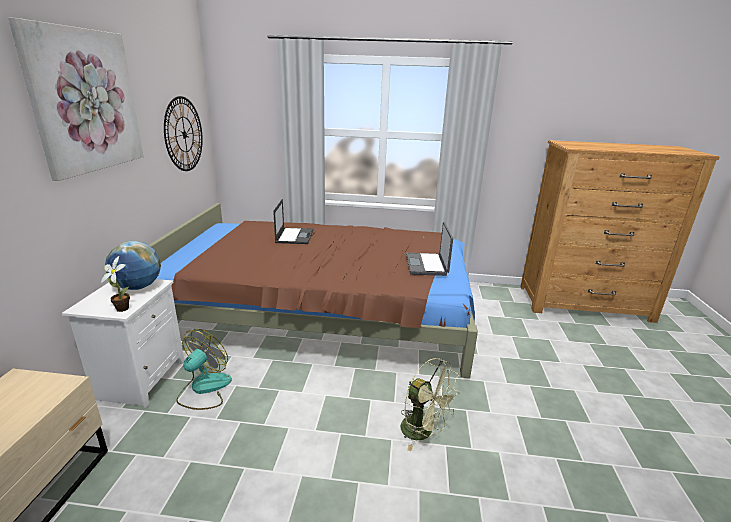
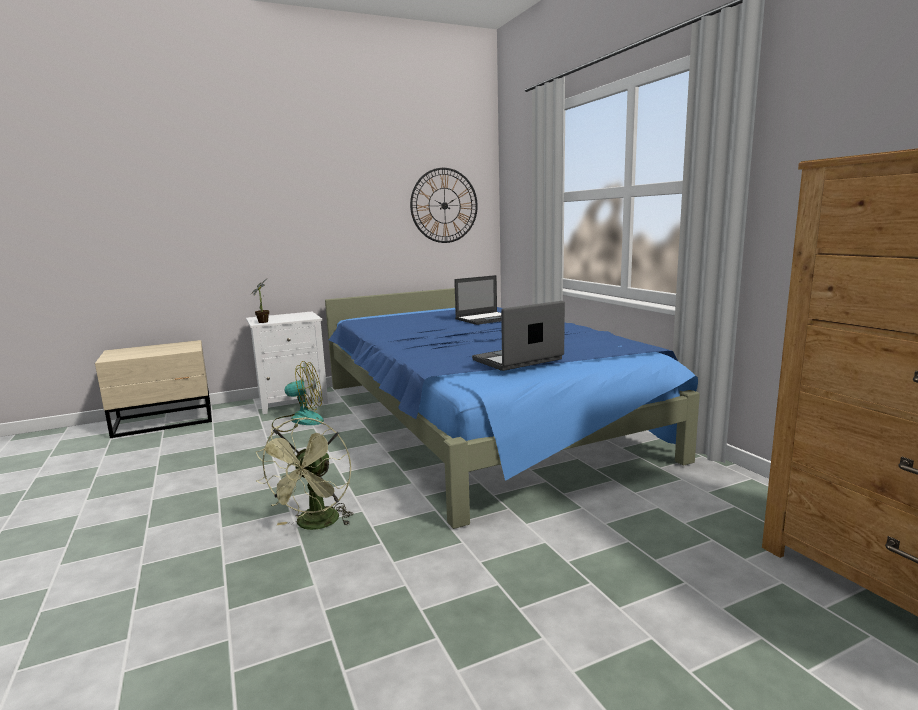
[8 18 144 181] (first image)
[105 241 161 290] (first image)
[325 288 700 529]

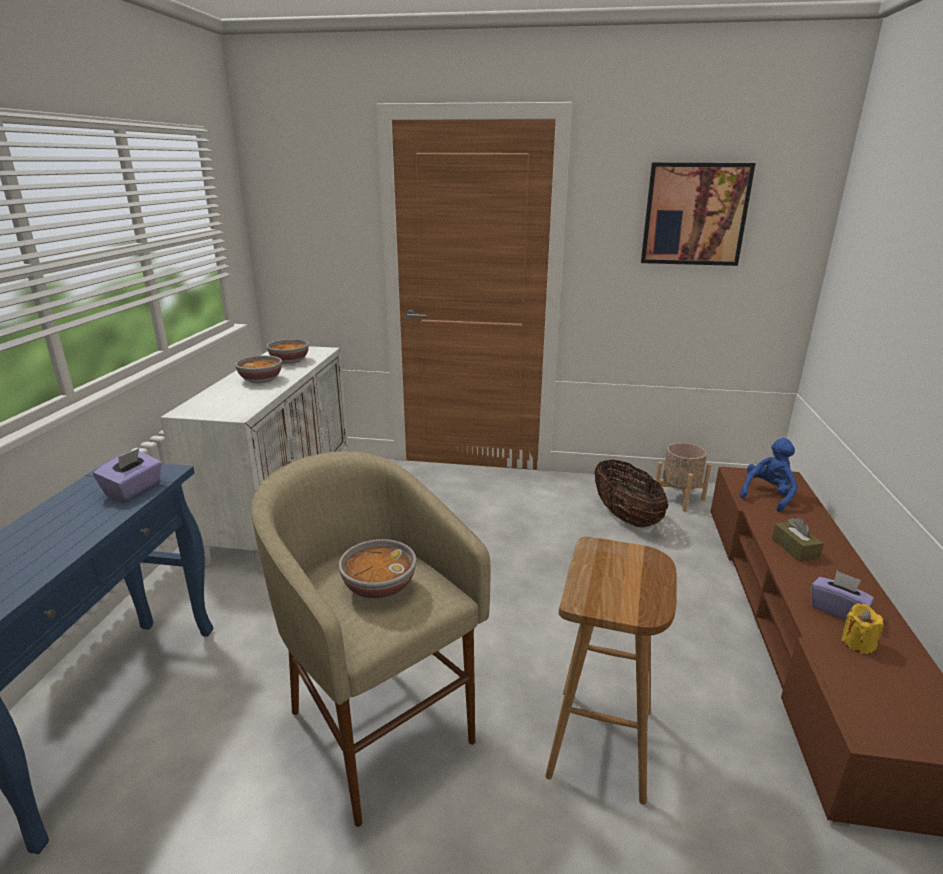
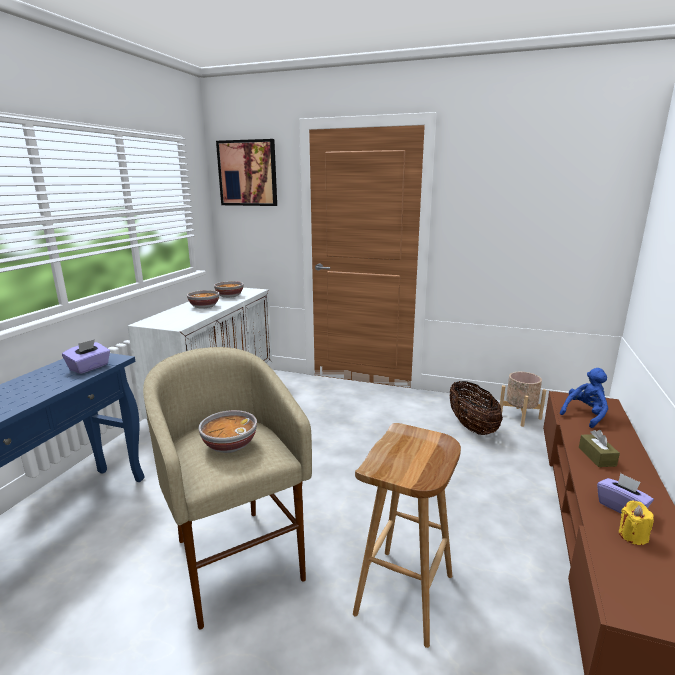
[216 139 277 206]

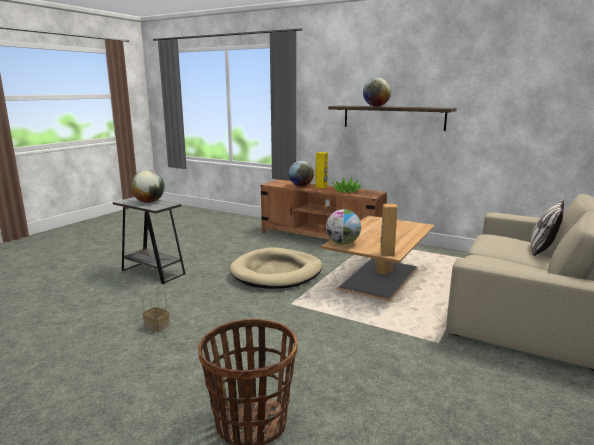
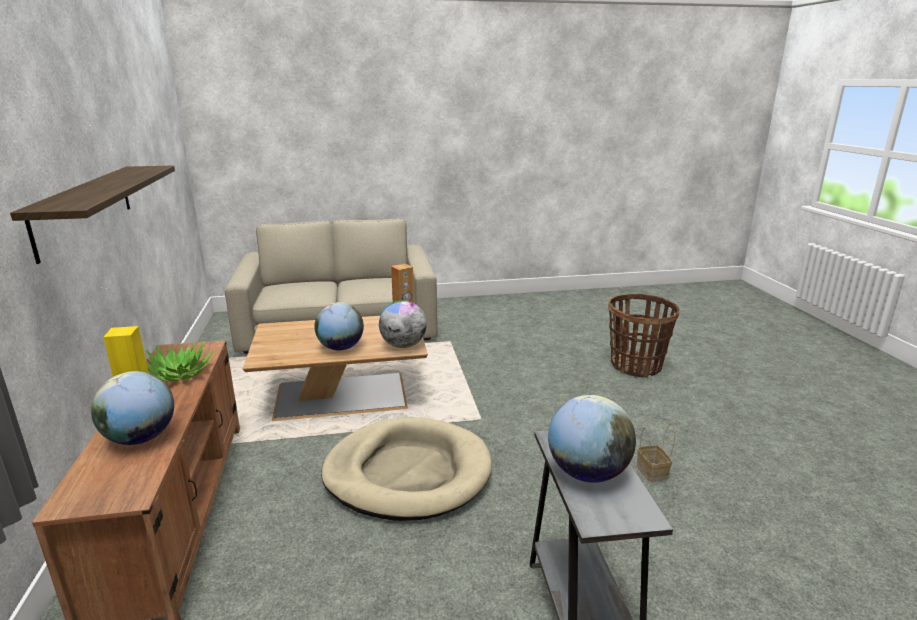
[314 302 364 351]
[531 199 564 256] (first image)

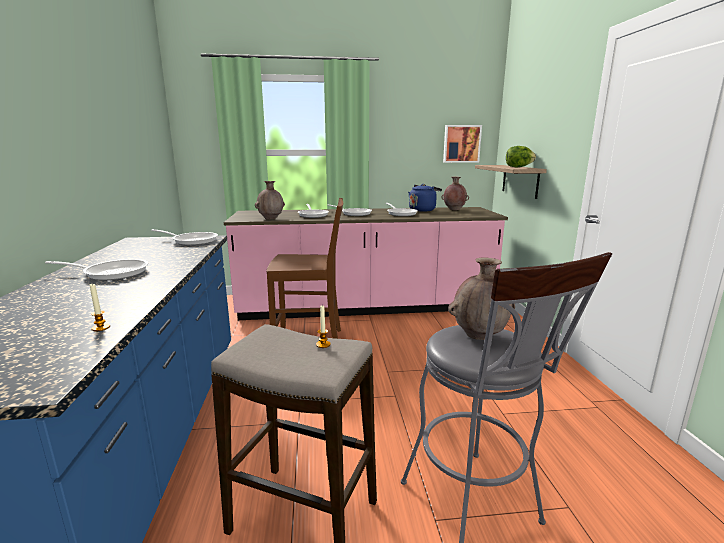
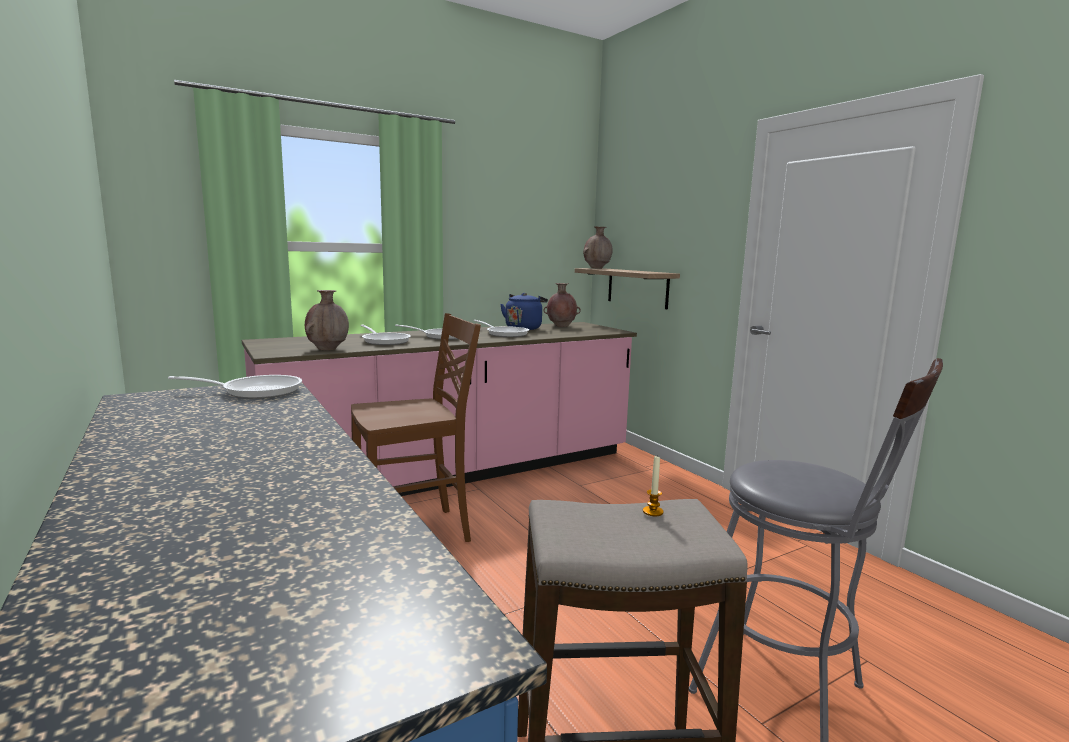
[45 259 148 281] (first image)
[90 284 110 331] (first image)
[443 125 482 163] (first image)
[583 226 612 269]
[506 146 536 167] (first image)

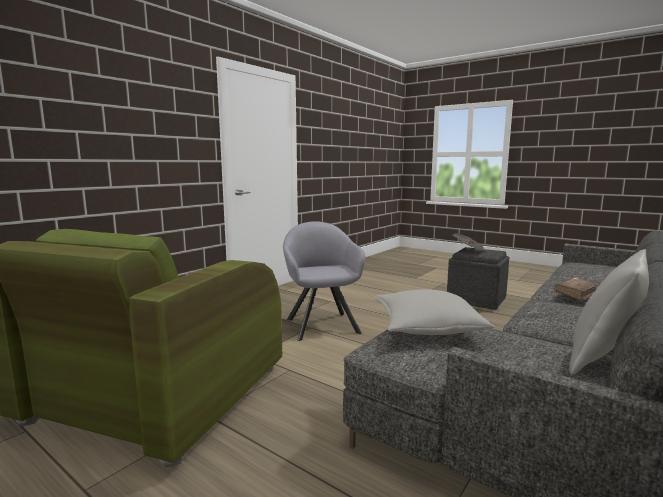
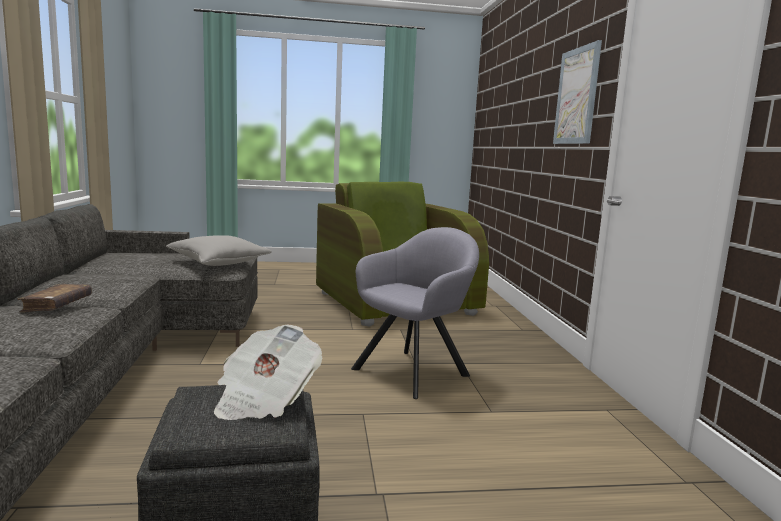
[351 227 479 399]
[569 249 649 374] (first image)
[553 40 602 144]

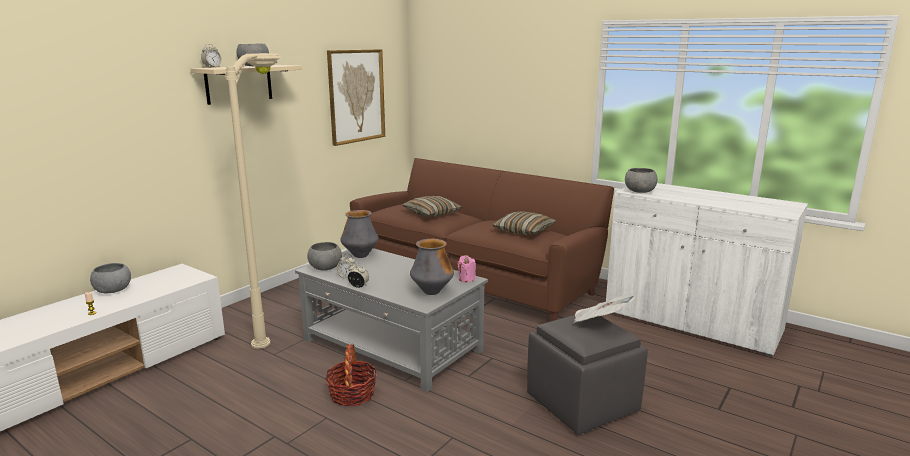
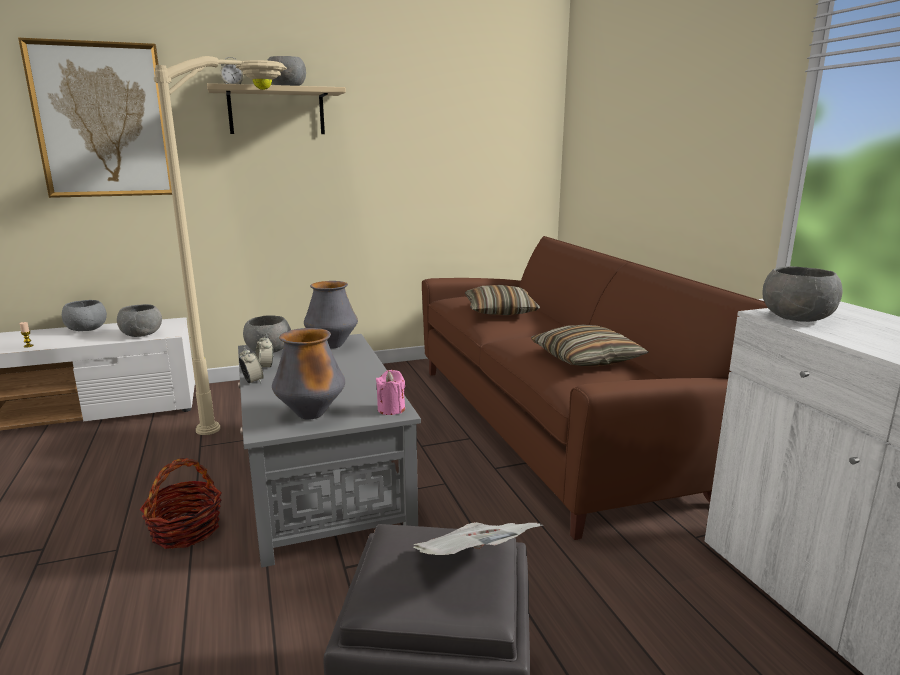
[18 38 172 198]
[117 304 162 337]

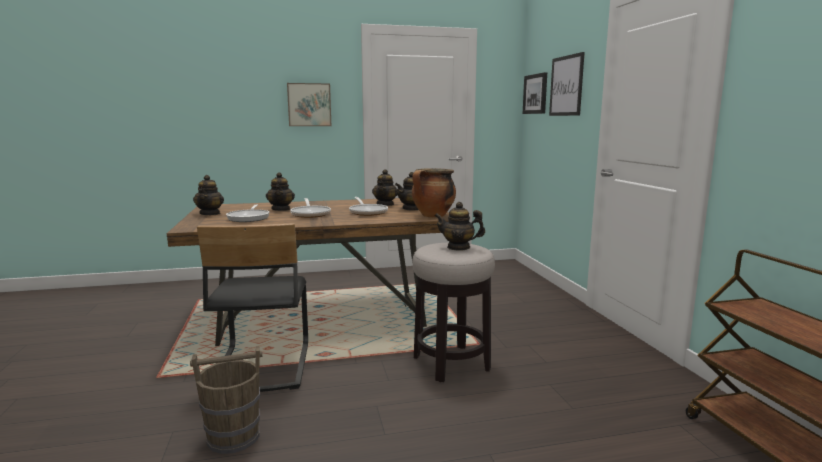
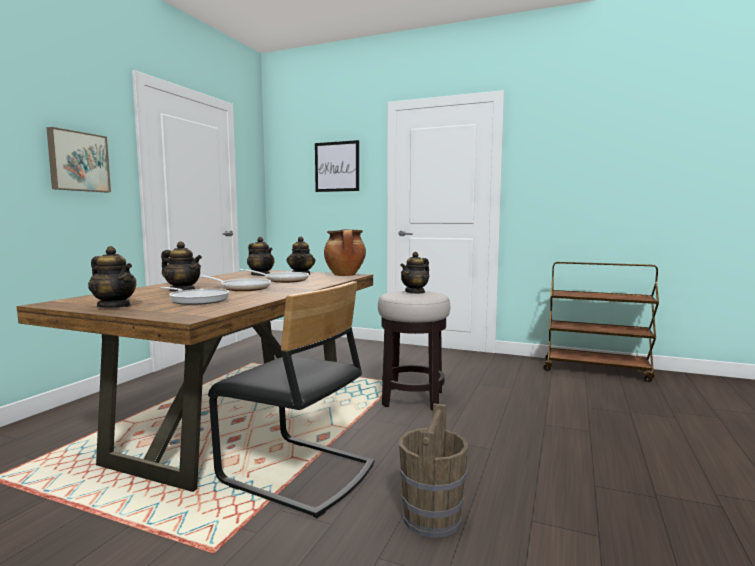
[523 72 547 114] (first image)

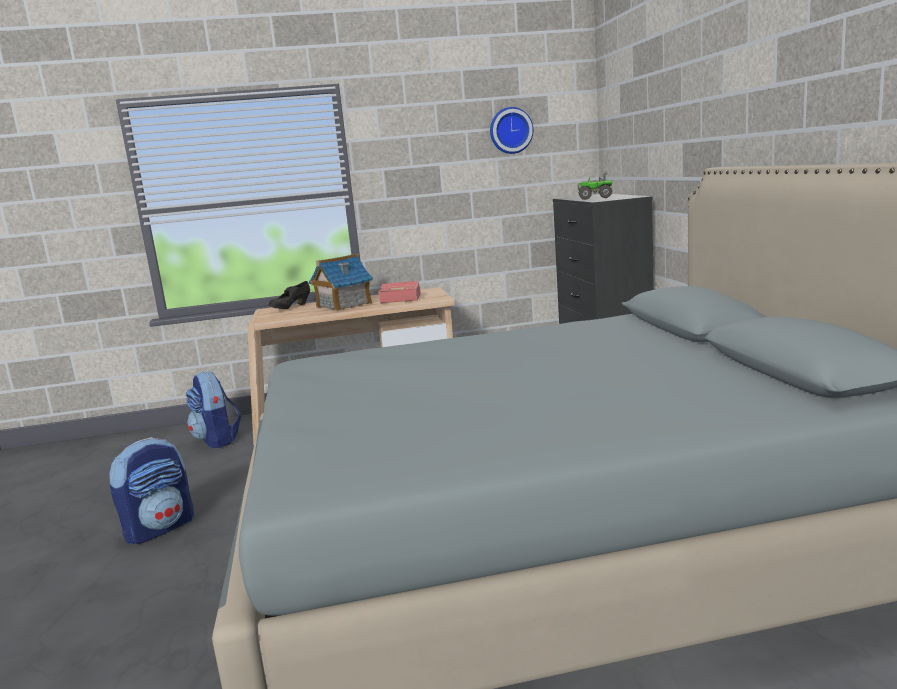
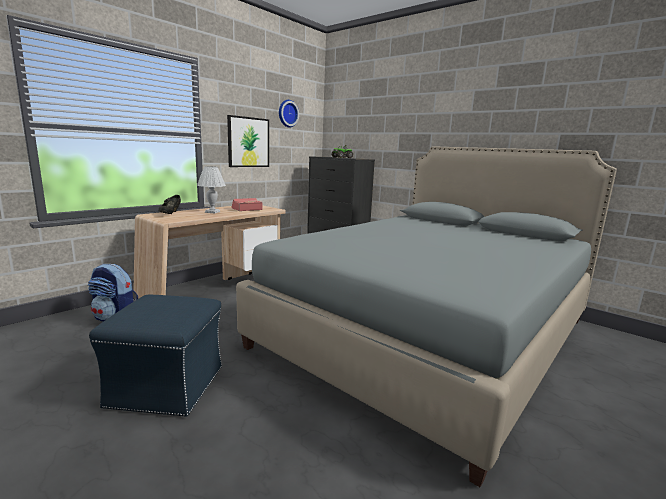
[89 295 222 417]
[197 166 226 213]
[227 115 269 167]

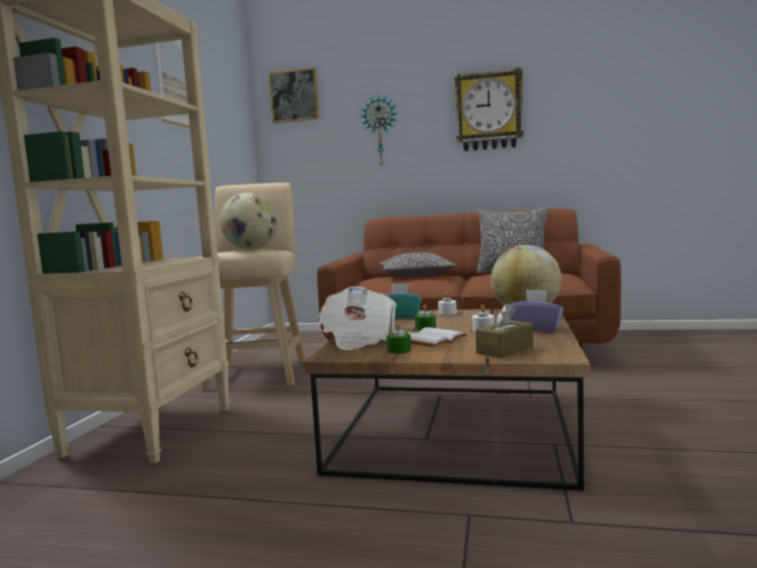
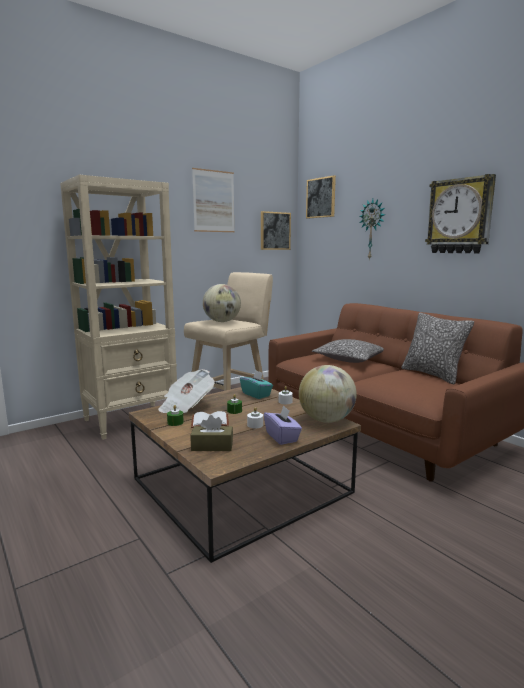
[261 211 291 250]

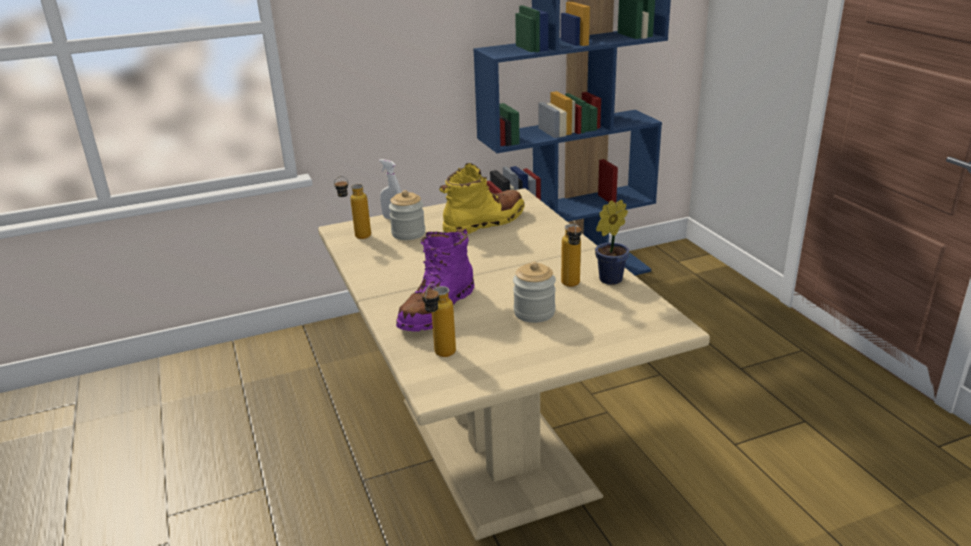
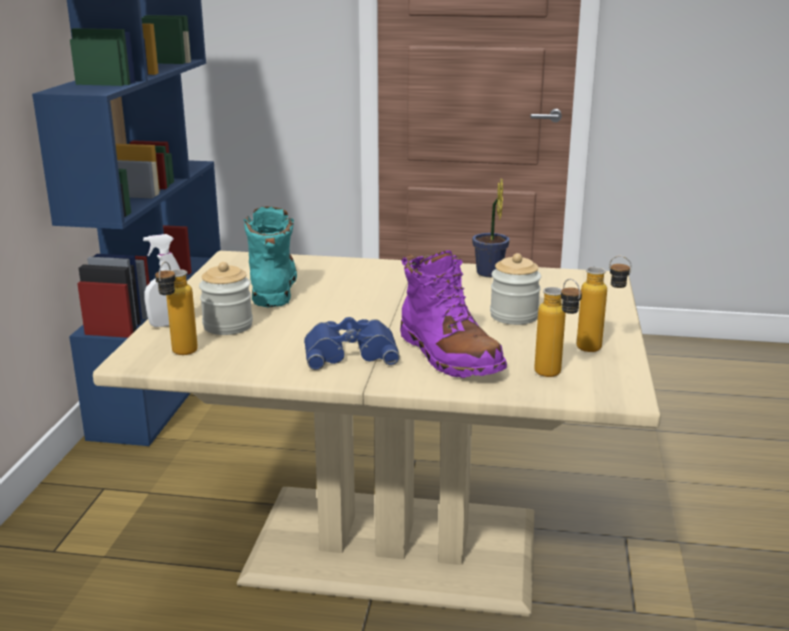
[243 207 297 307]
[576 256 632 352]
[304 317 400 370]

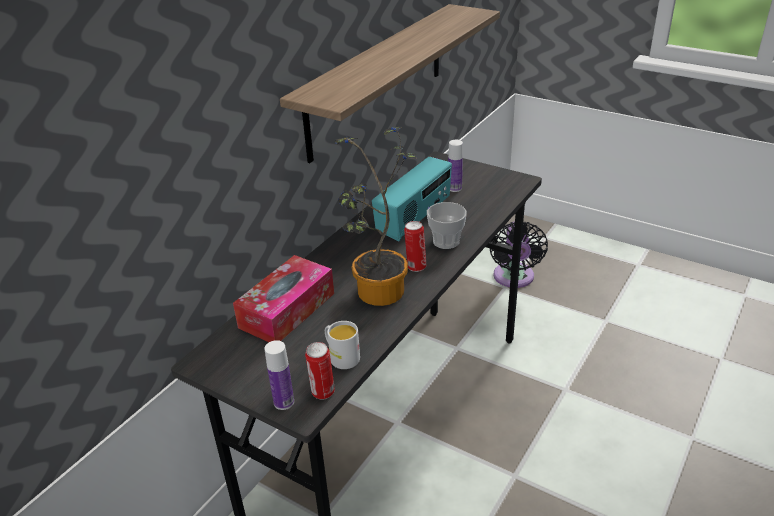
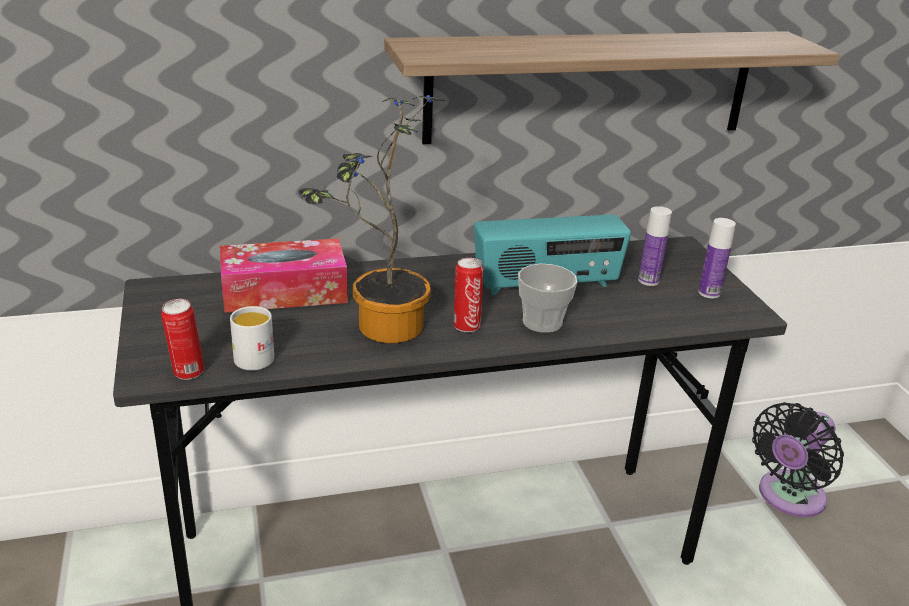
[698 218 736 298]

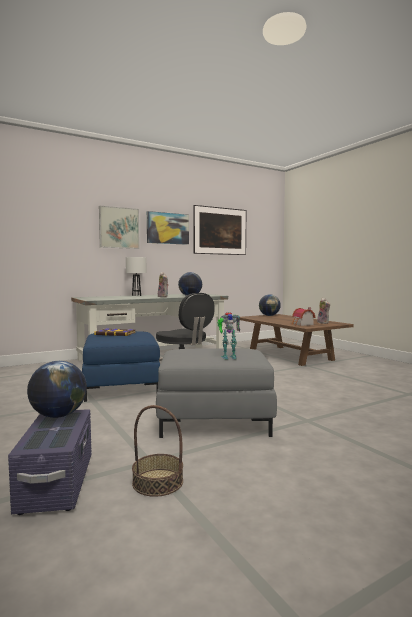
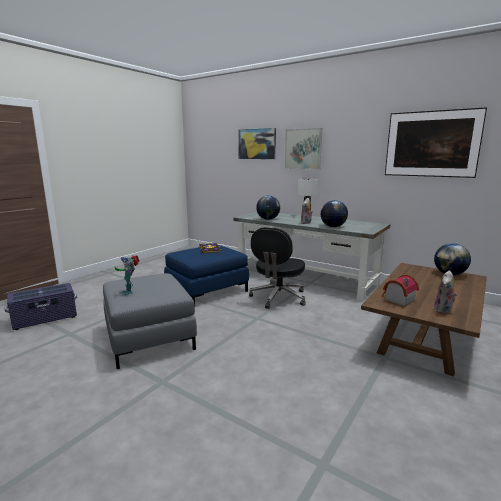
[256 196 280 220]
[132 405 183 497] (first image)
[238 128 276 159]

